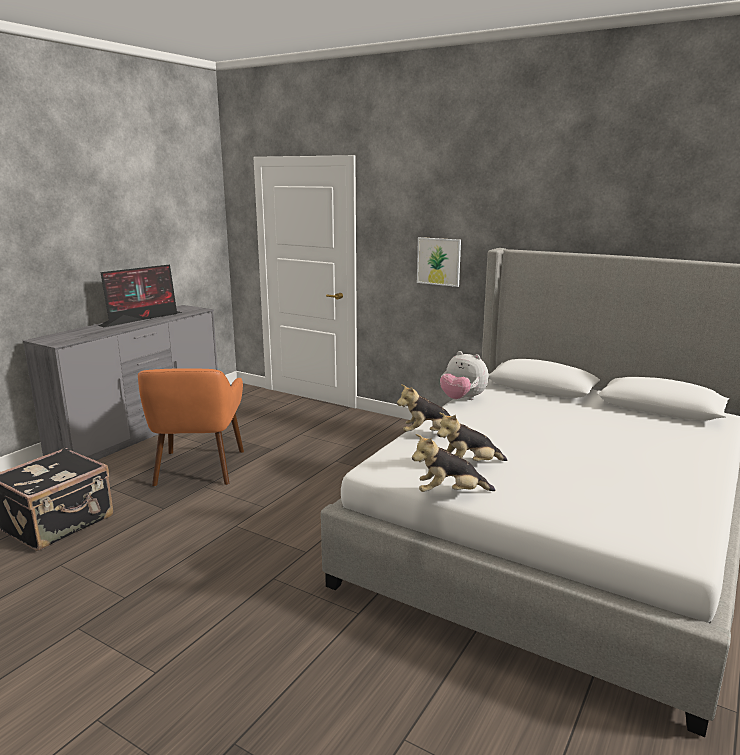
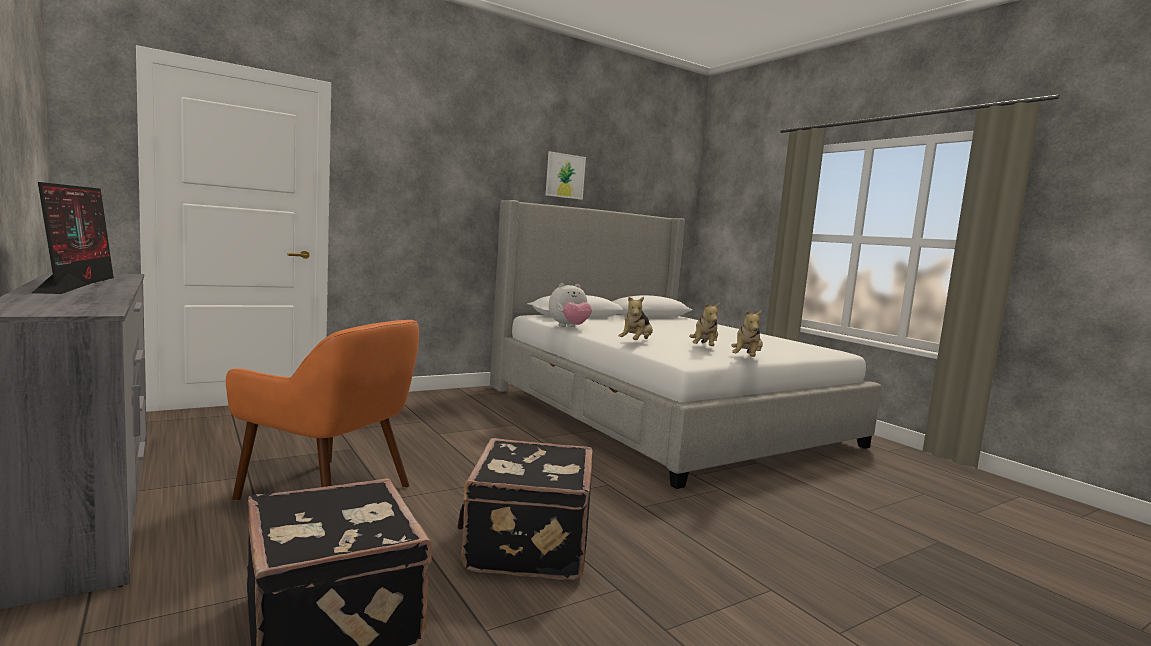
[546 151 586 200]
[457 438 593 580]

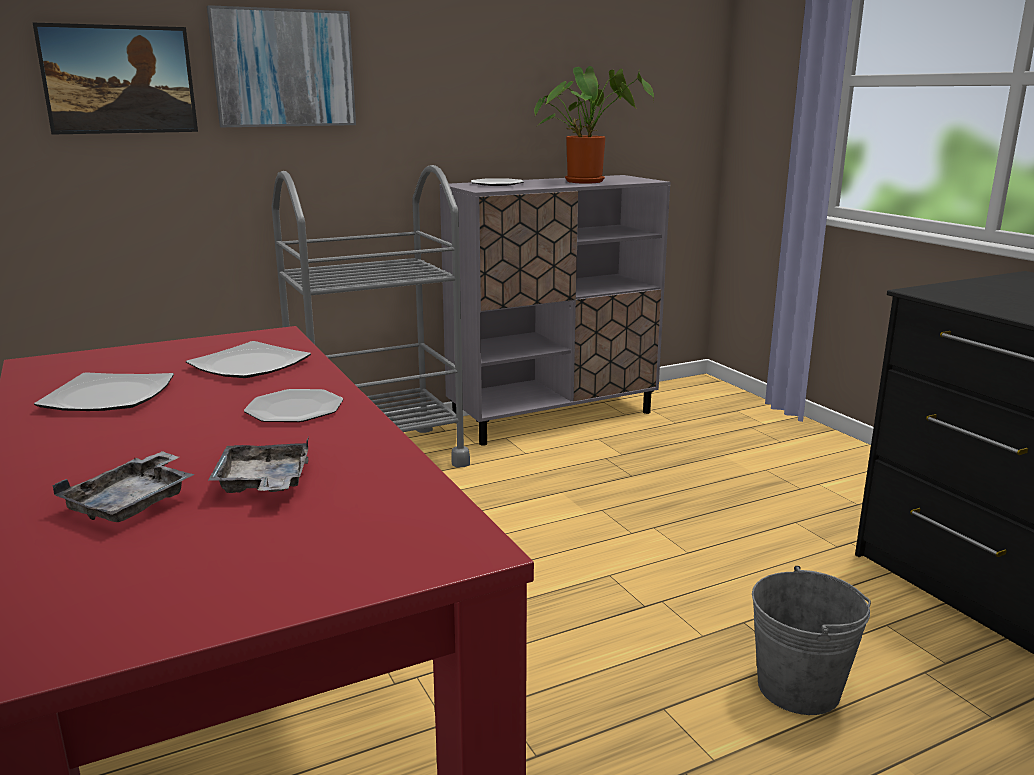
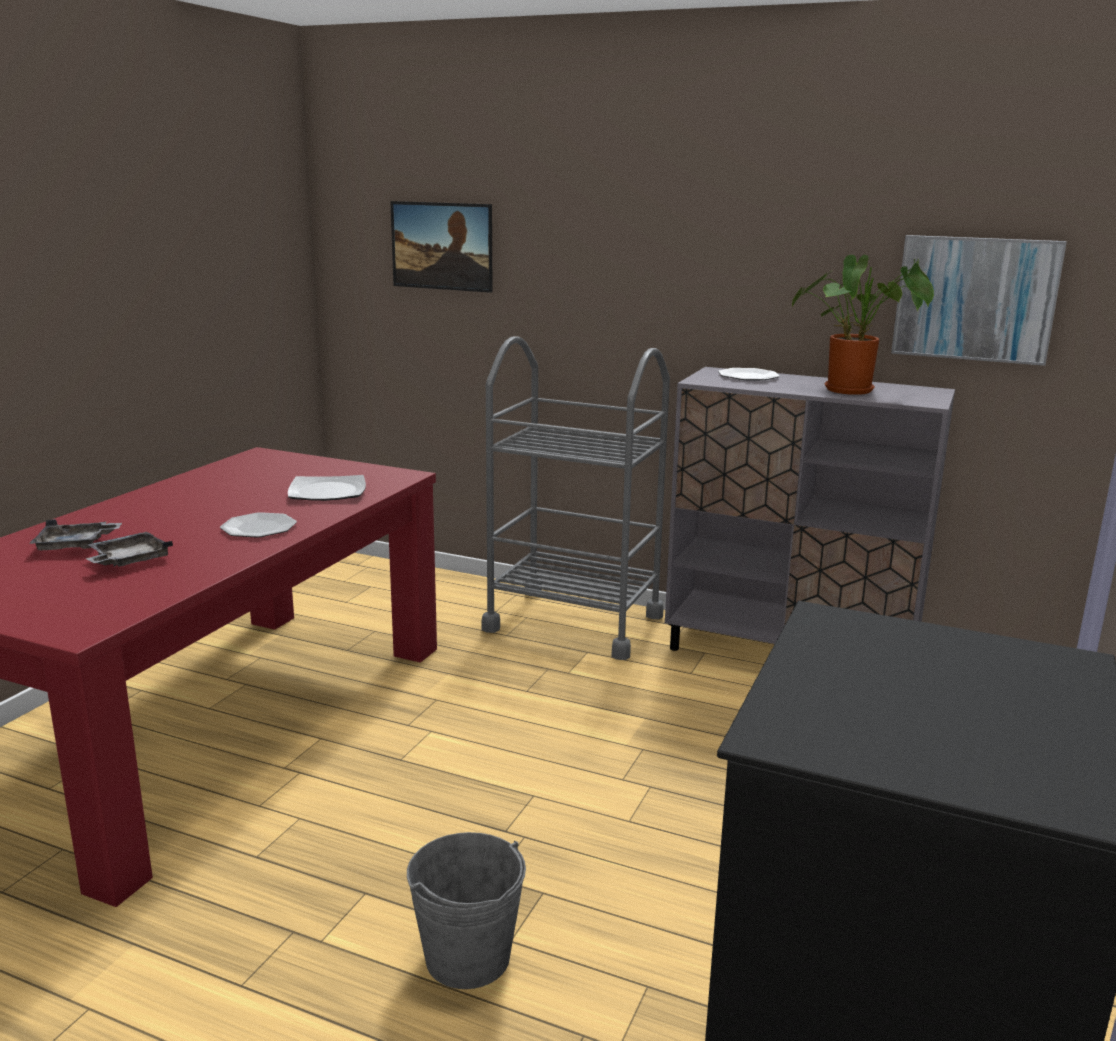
[34 372 174 411] (first image)
[891 235 1067 366]

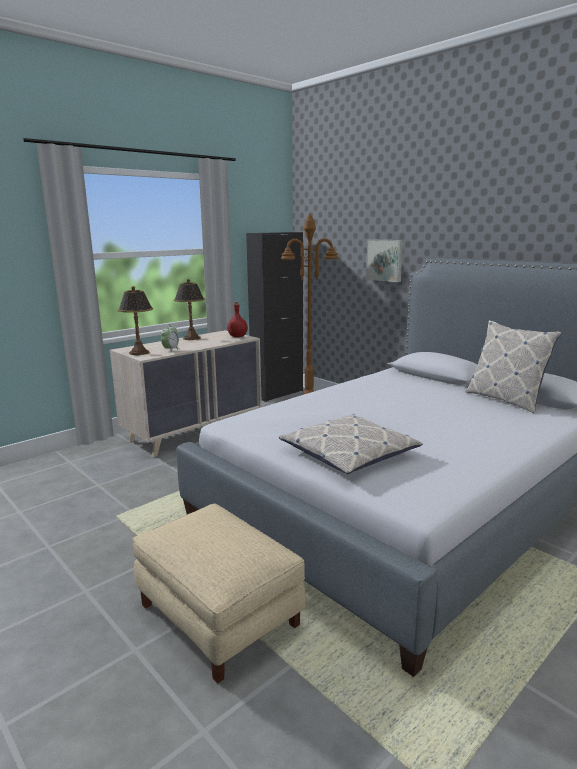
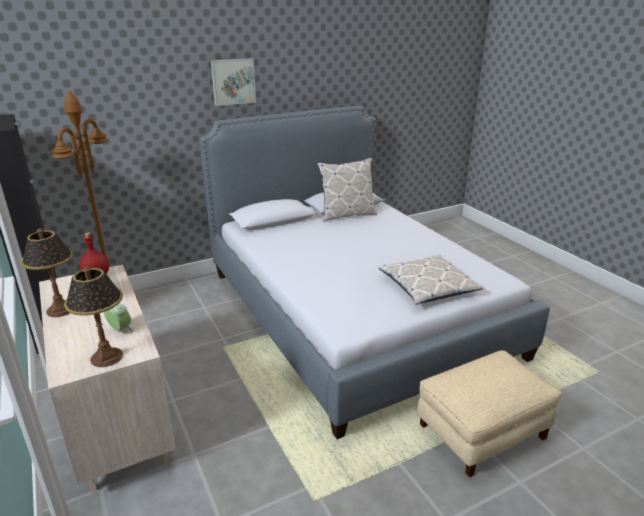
[211 58 256 106]

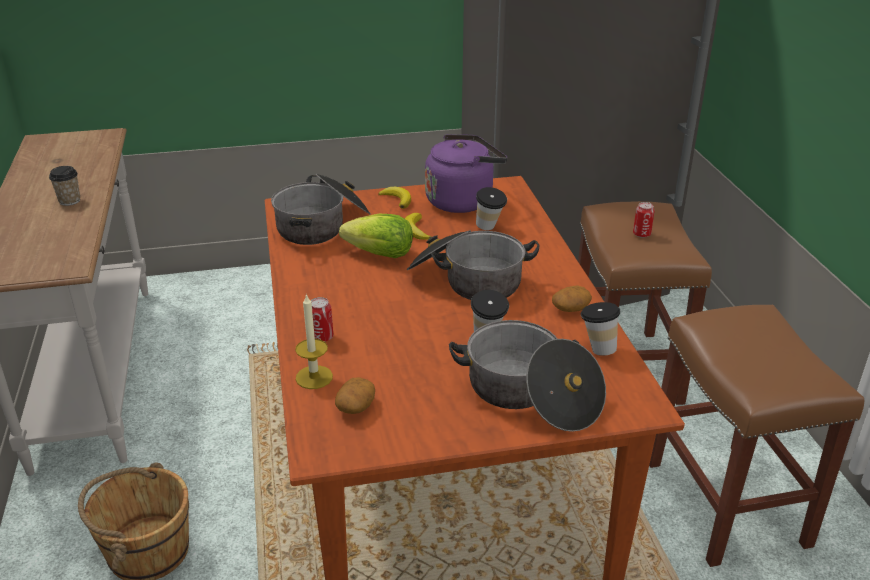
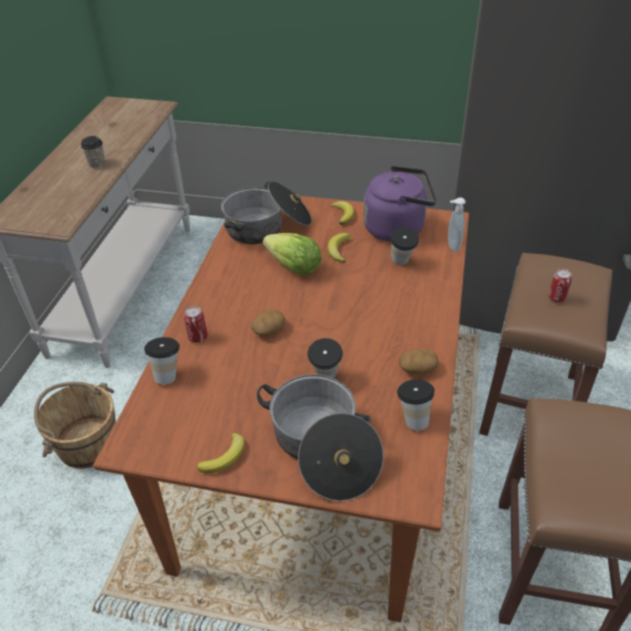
[144 337 180 385]
[251 309 285 337]
[406 230 540 300] (first image)
[197 433 245 473]
[448 198 466 252]

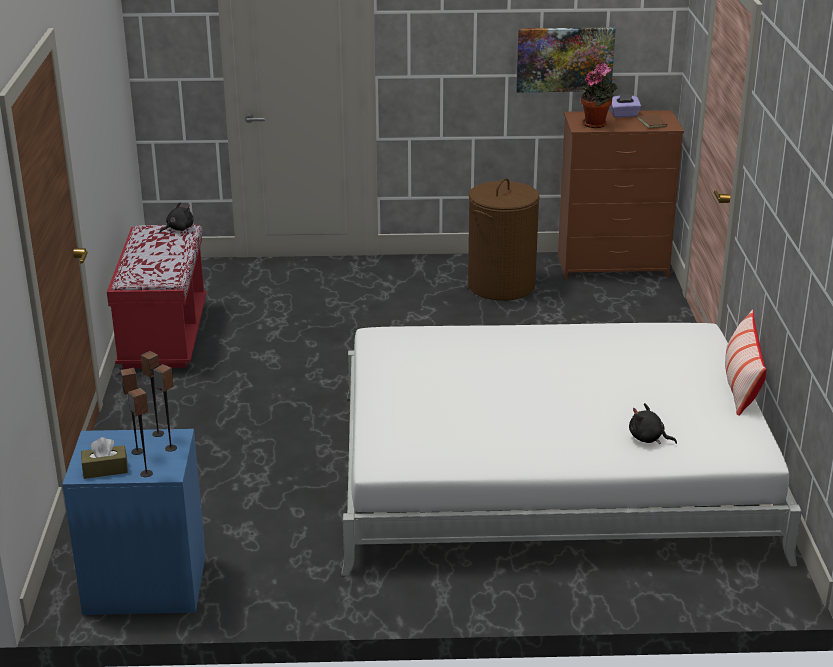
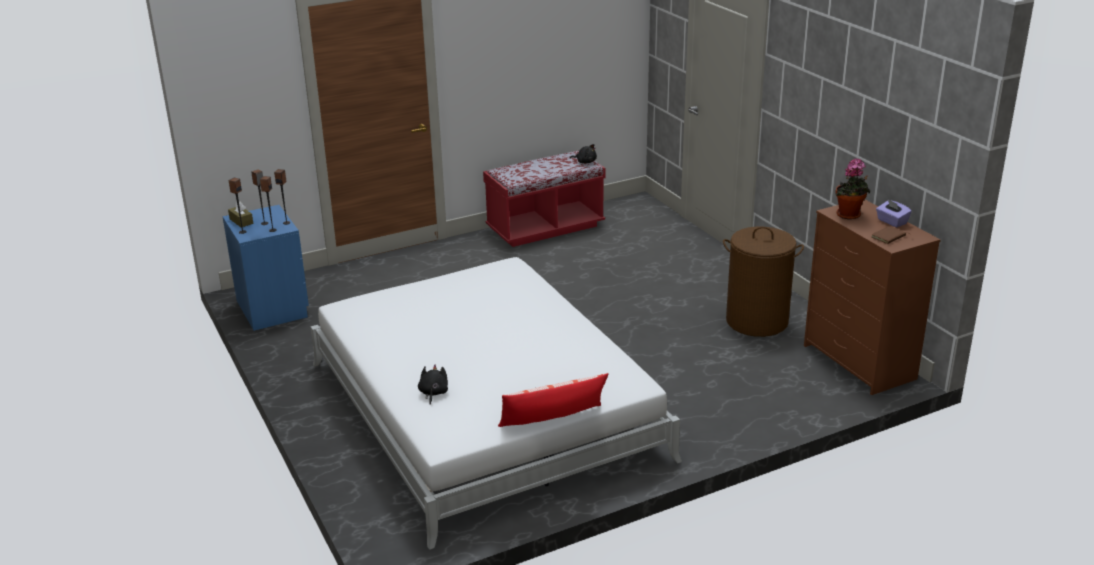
[516 27 616 92] (first image)

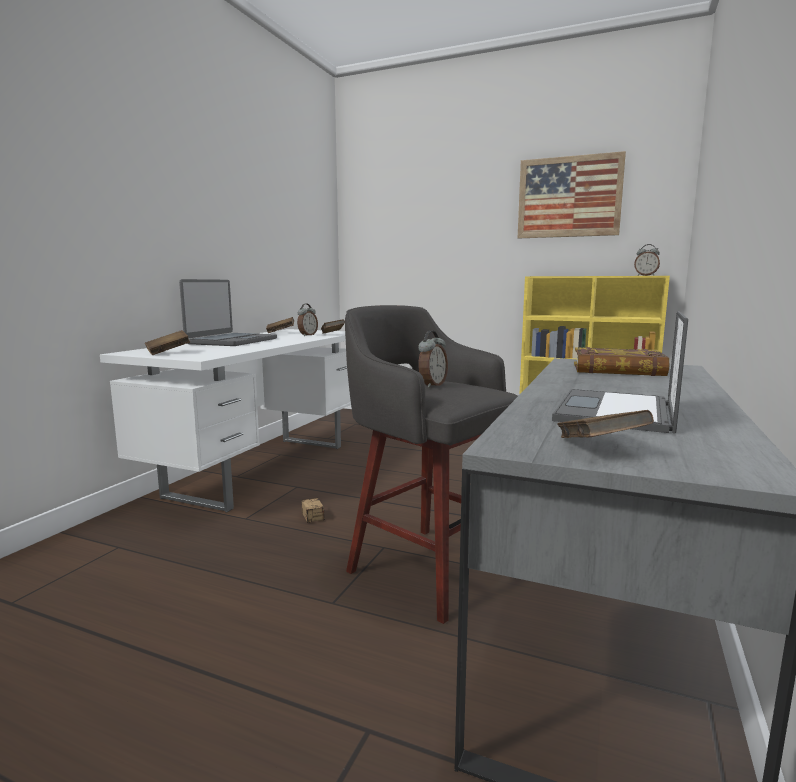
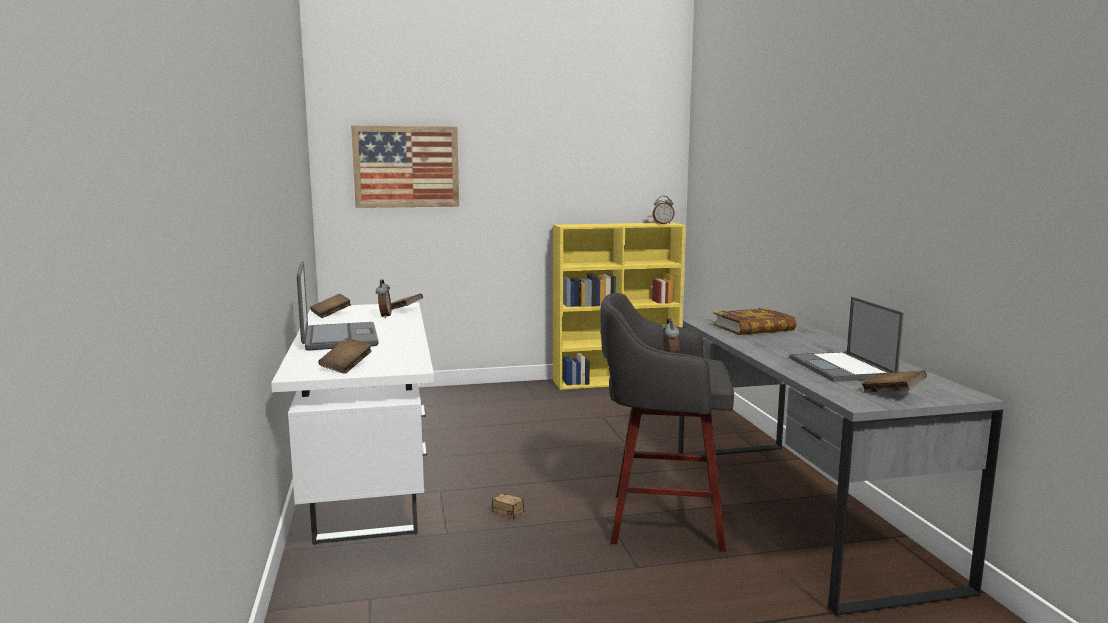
[351 125 459 208]

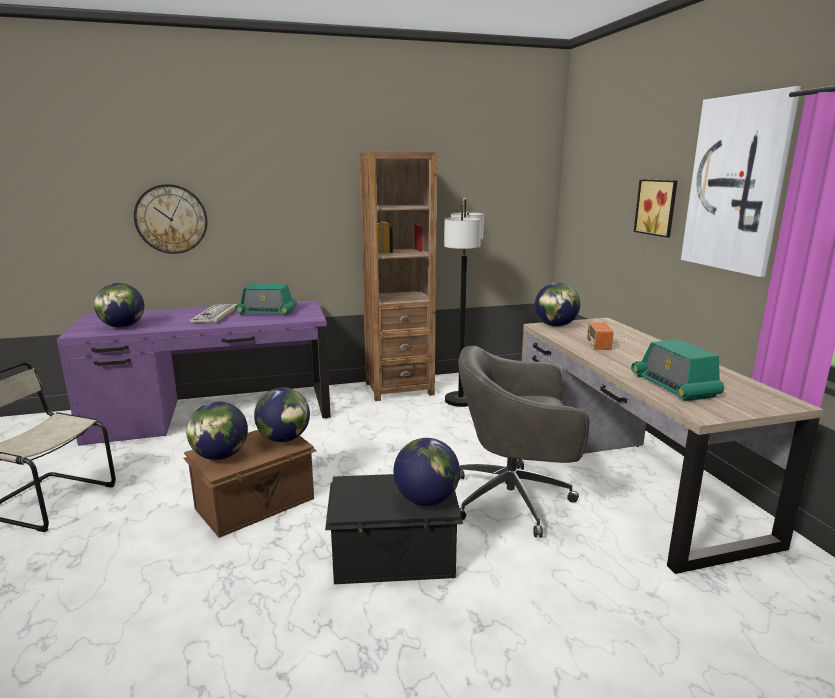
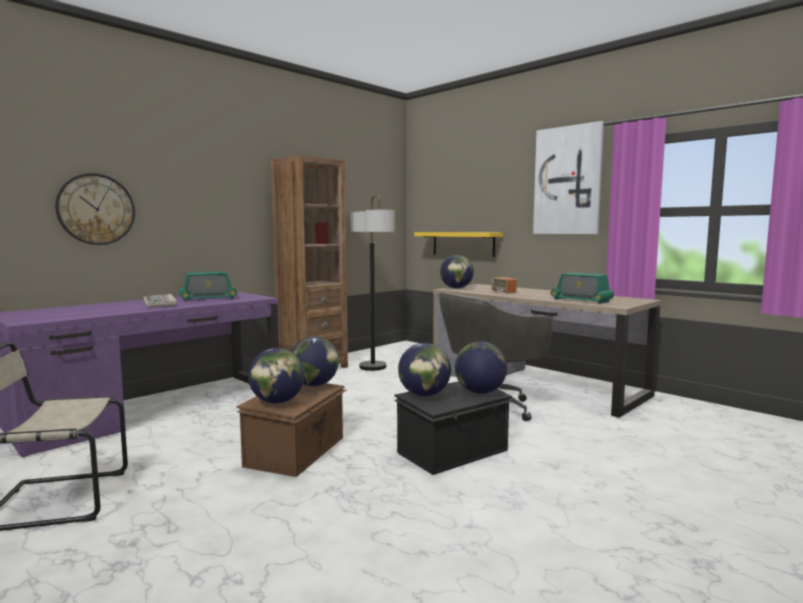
[398 343 451 397]
[634 179 677 238] (first image)
[414 232 503 257]

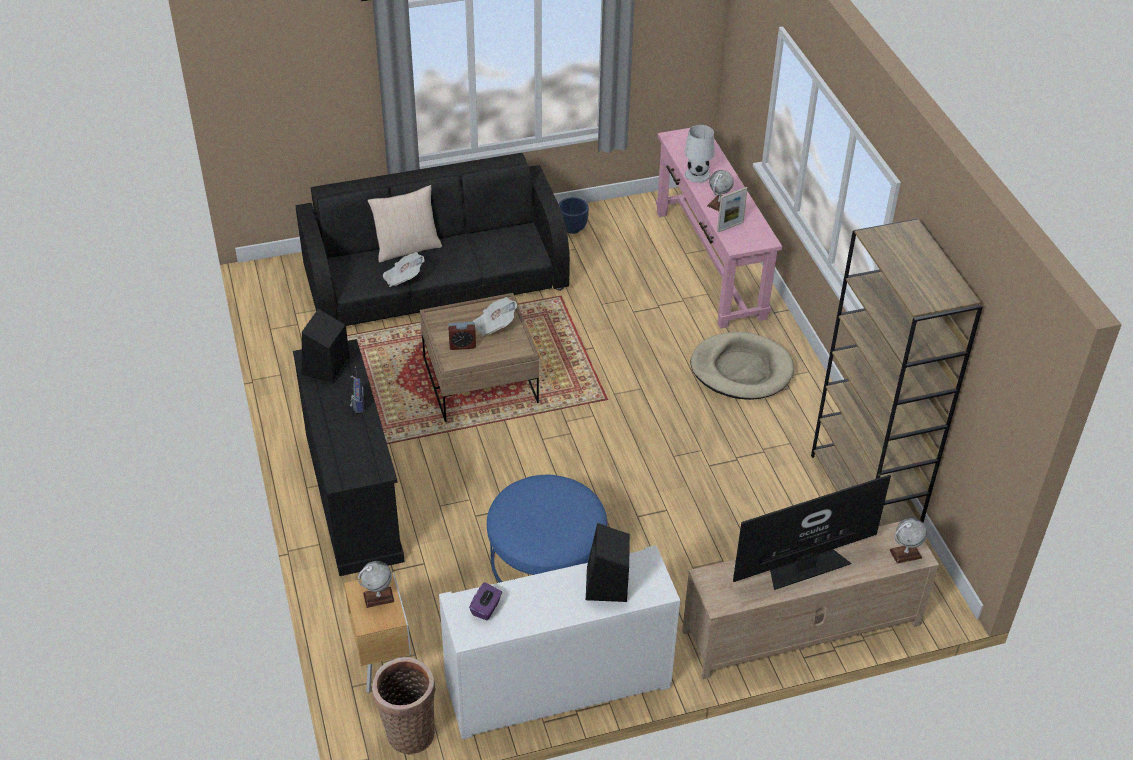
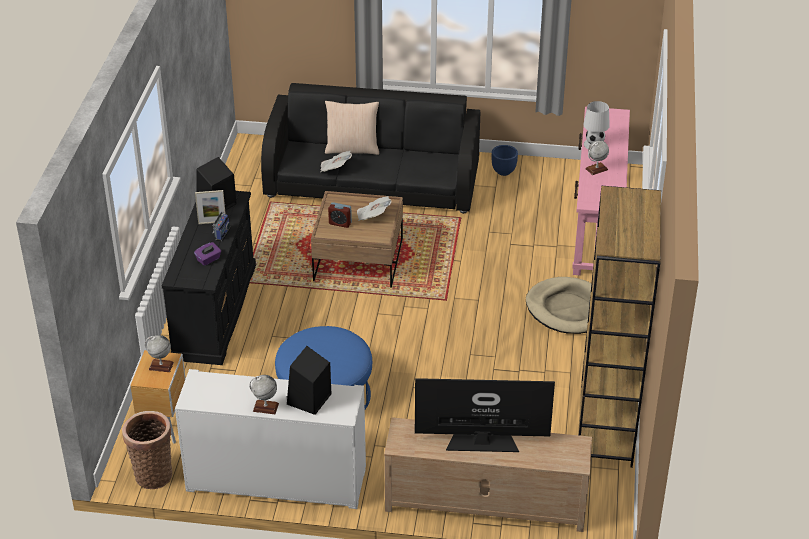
[194 242 221 266]
[195 190 225 224]
[249 375 279 414]

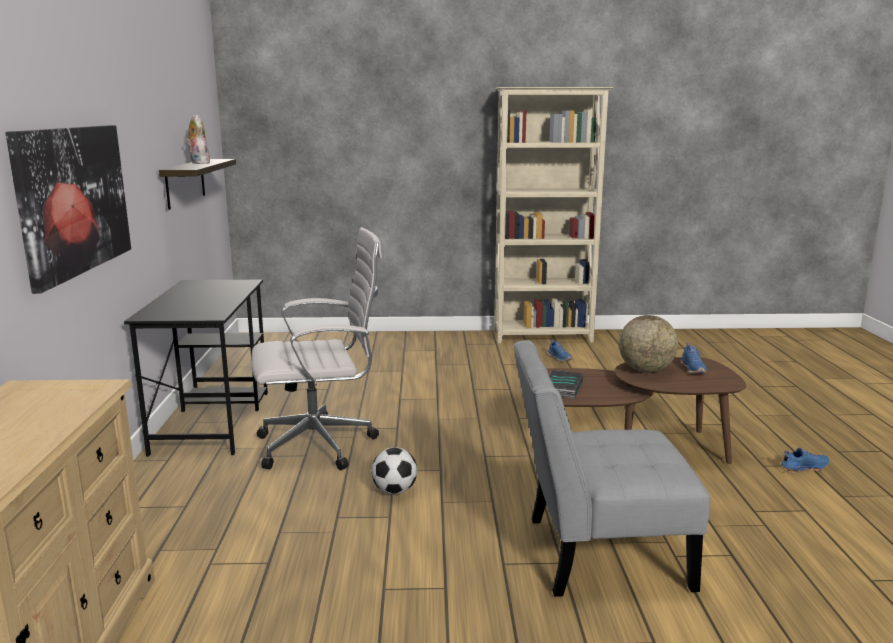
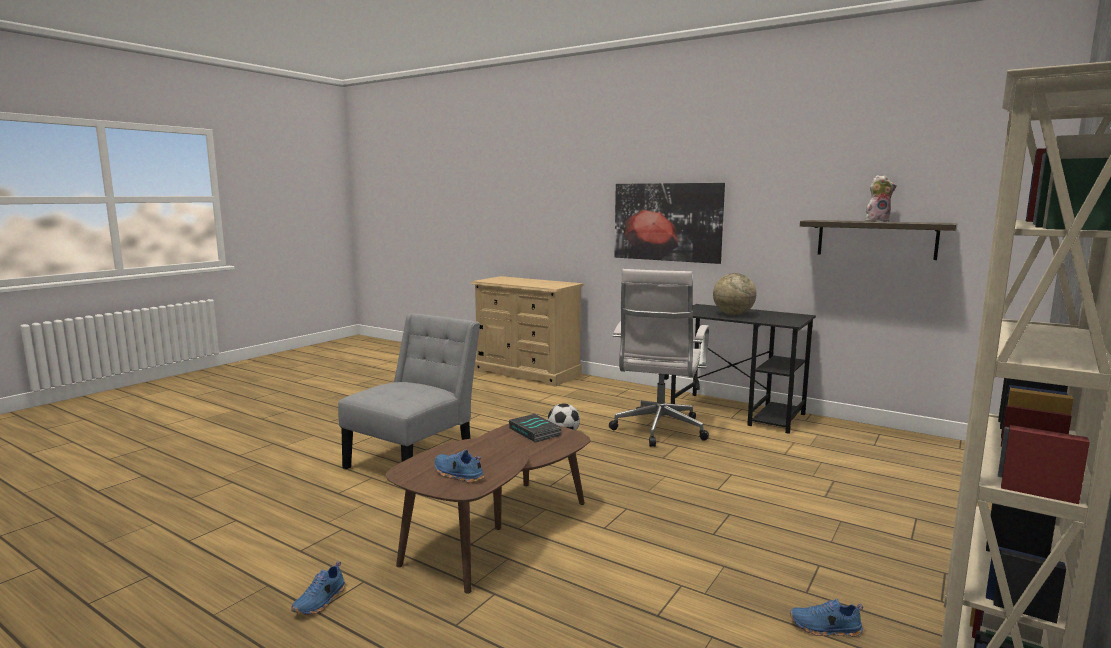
[713 273 756 315]

